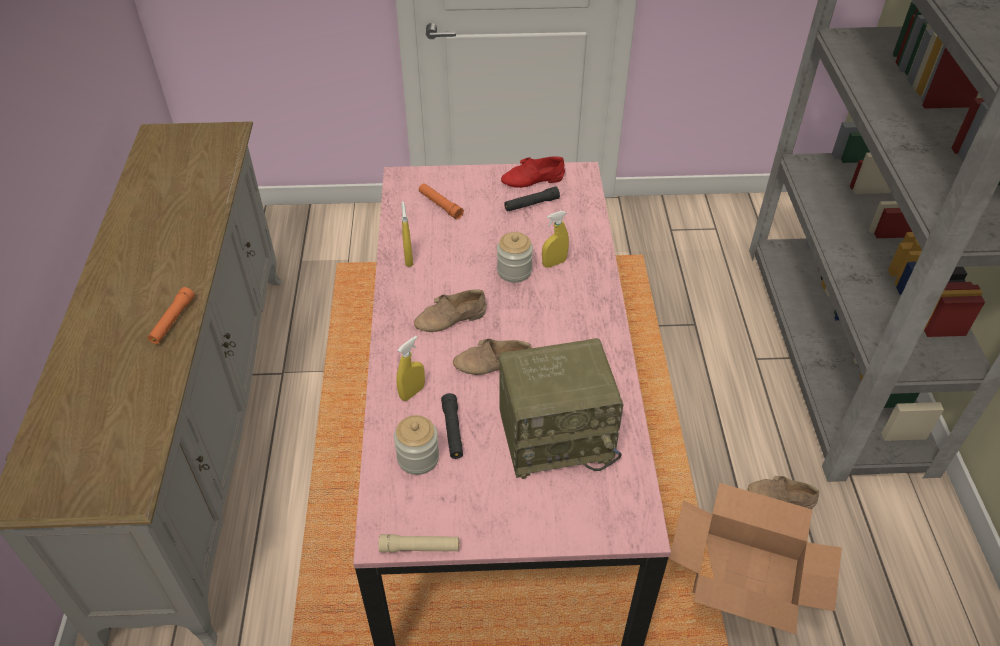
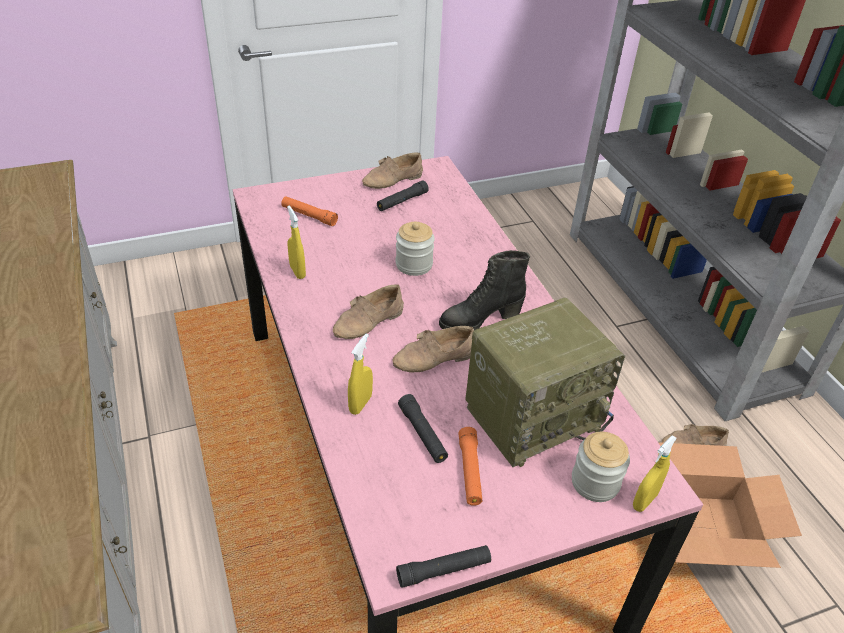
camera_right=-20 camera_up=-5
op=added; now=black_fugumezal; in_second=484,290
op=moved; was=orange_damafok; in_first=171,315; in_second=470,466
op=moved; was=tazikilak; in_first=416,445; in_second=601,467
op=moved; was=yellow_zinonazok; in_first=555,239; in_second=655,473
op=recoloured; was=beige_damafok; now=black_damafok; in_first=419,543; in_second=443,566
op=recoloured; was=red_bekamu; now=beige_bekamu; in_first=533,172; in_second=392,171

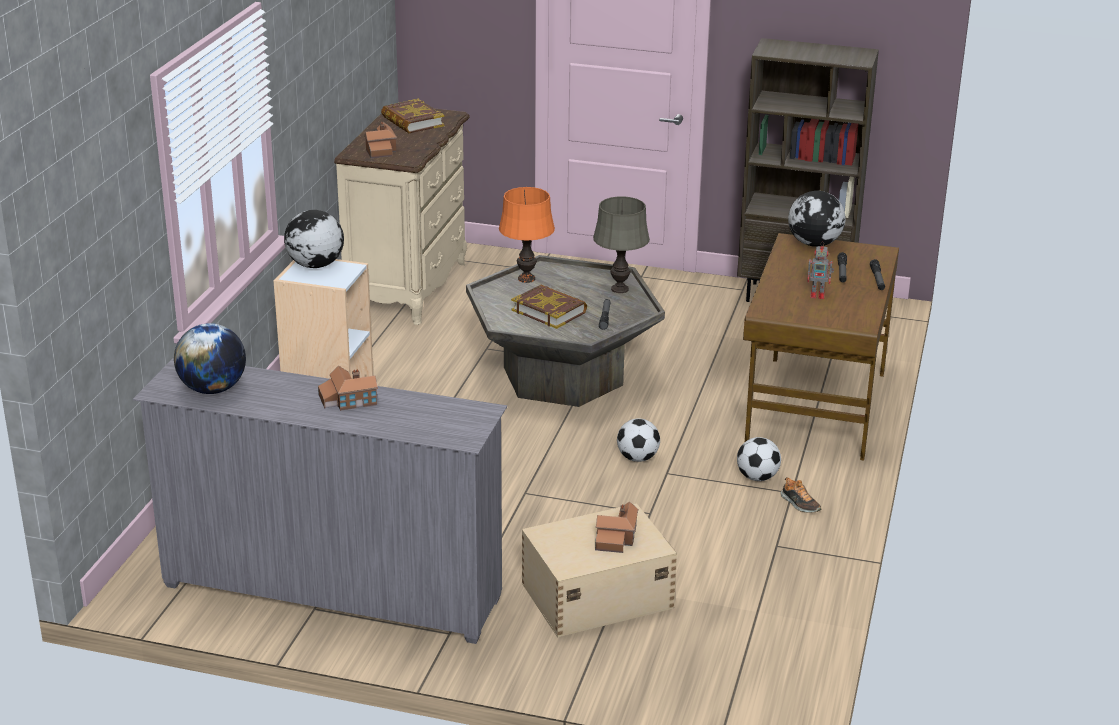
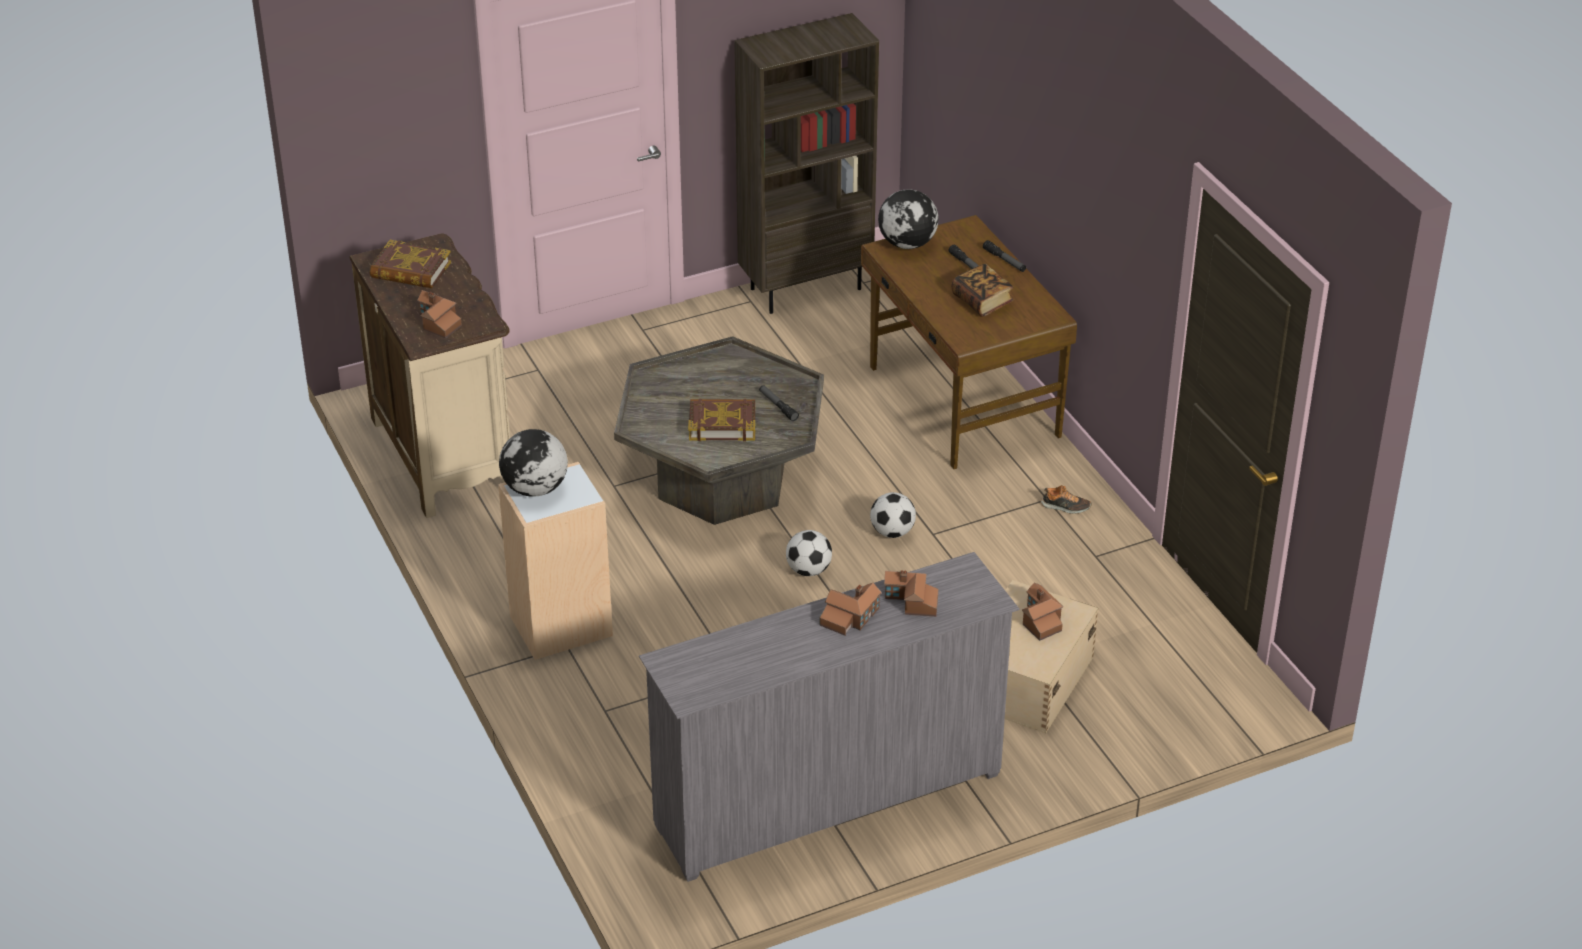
camera_right=-40 camera_up=10
op=removed; was=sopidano; in_first=210,358
op=removed; was=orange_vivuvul; in_first=527,235
op=removed; was=grey_vivuvul; in_first=621,245
op=added; now=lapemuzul; in_second=911,593
op=moved; was=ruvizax; in_first=759,459; in_second=809,553
op=replaced; was=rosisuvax; now=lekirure; in_first=820,270; in_second=982,290

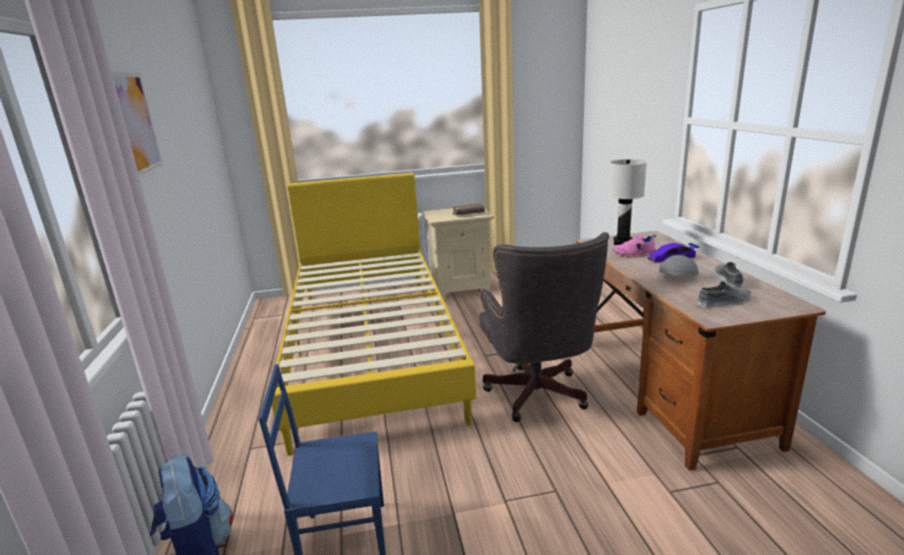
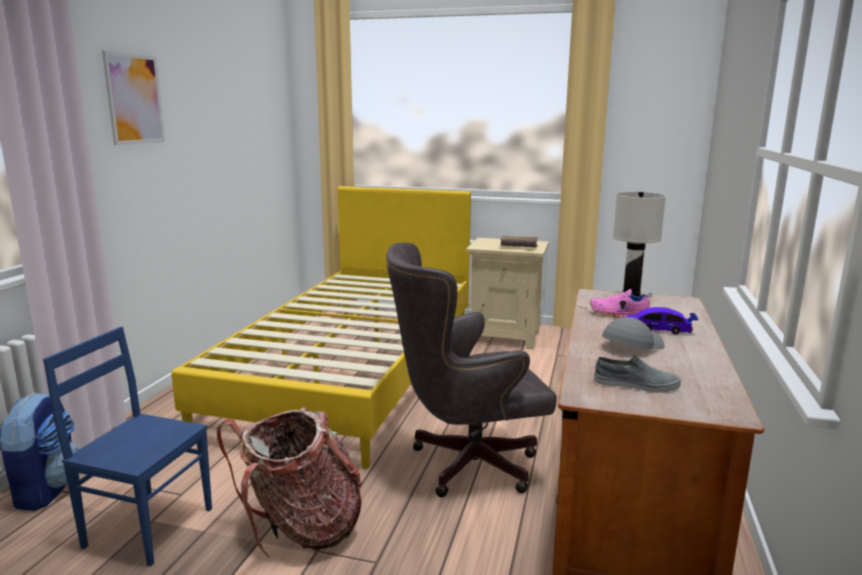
camera_right=25 camera_up=-5
op=removed; was=grey_bekamu; in_first=729,275
op=added; now=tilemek; in_second=289,483
op=turned; was=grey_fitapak; in_first=544,327; in_second=471,370; clockwise=60

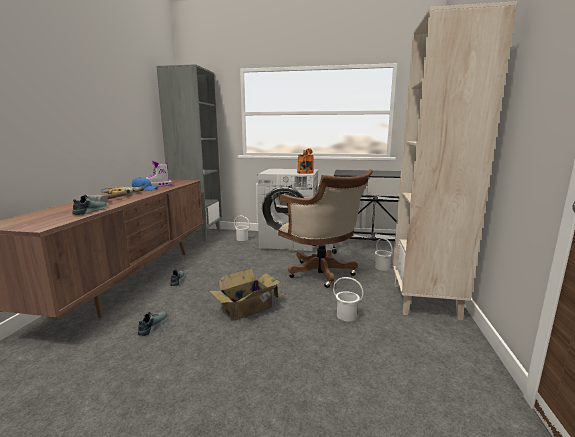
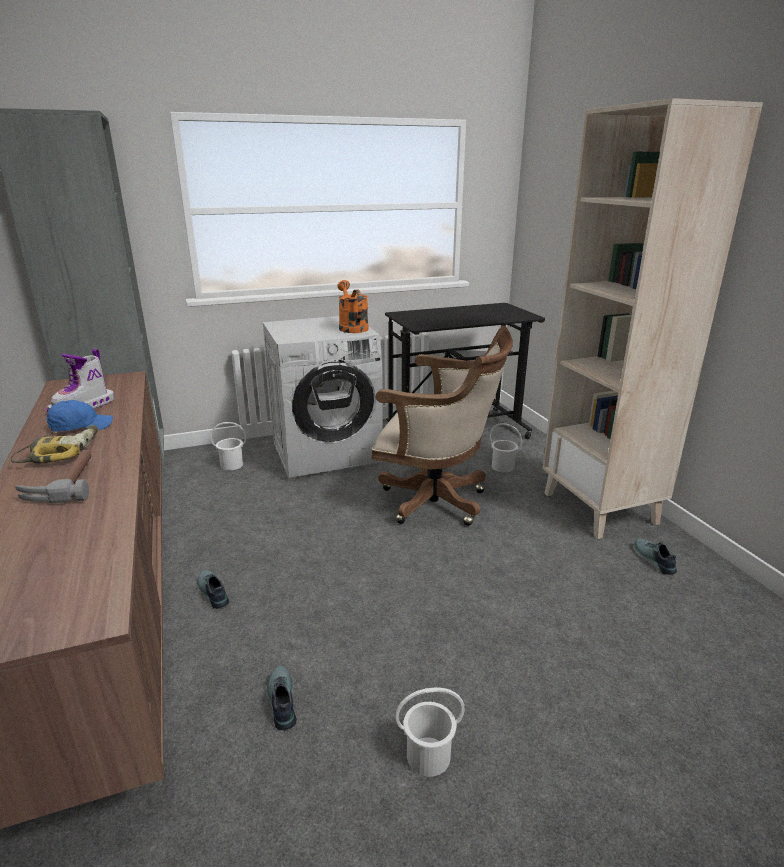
camera_right=-30 camera_up=10
op=removed; was=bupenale; in_first=248,294
op=moved; was=bekamu; in_first=89,205; in_second=655,556
op=moved; was=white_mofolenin; in_first=348,299; in_second=430,732

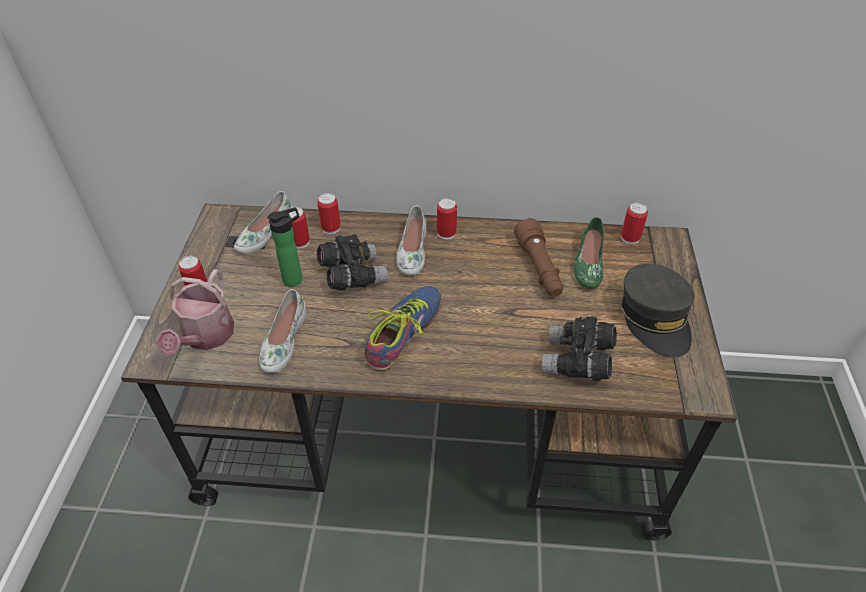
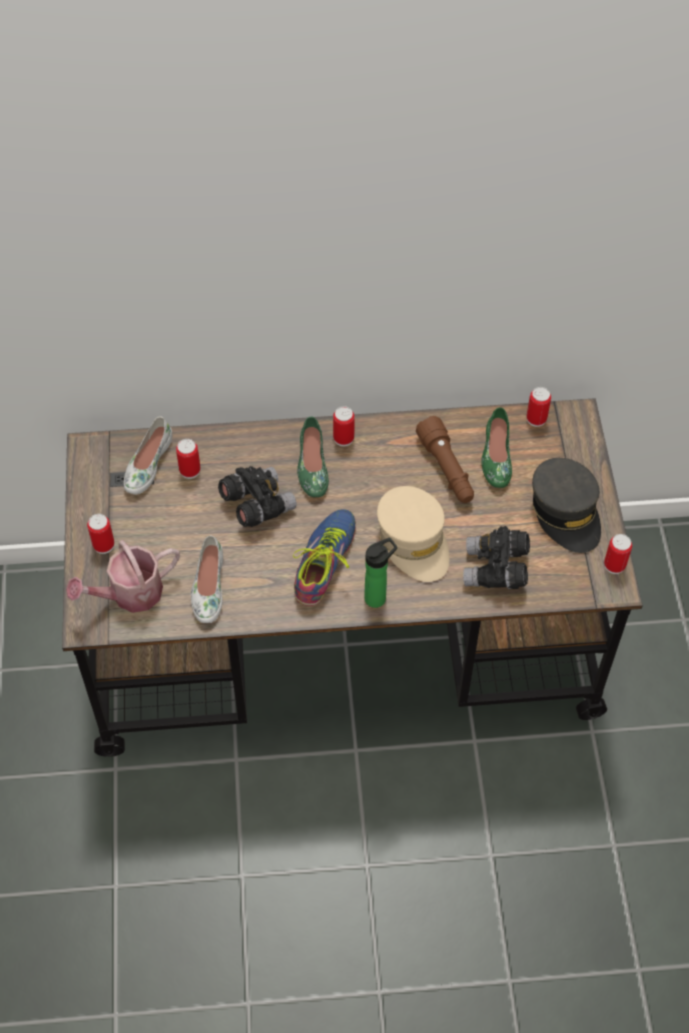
camera_right=-10 camera_up=10
op=added; now=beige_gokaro; in_second=413,534
op=moved; was=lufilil; in_first=285,247; in_second=380,572
op=moved; was=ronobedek; in_first=329,213; in_second=618,554
op=recoloured; was=white_bekamu; now=green_bekamu; in_first=411,240; in_second=313,457
op=turned; was=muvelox; in_first=195,312; in_second=123,576; clockwise=60

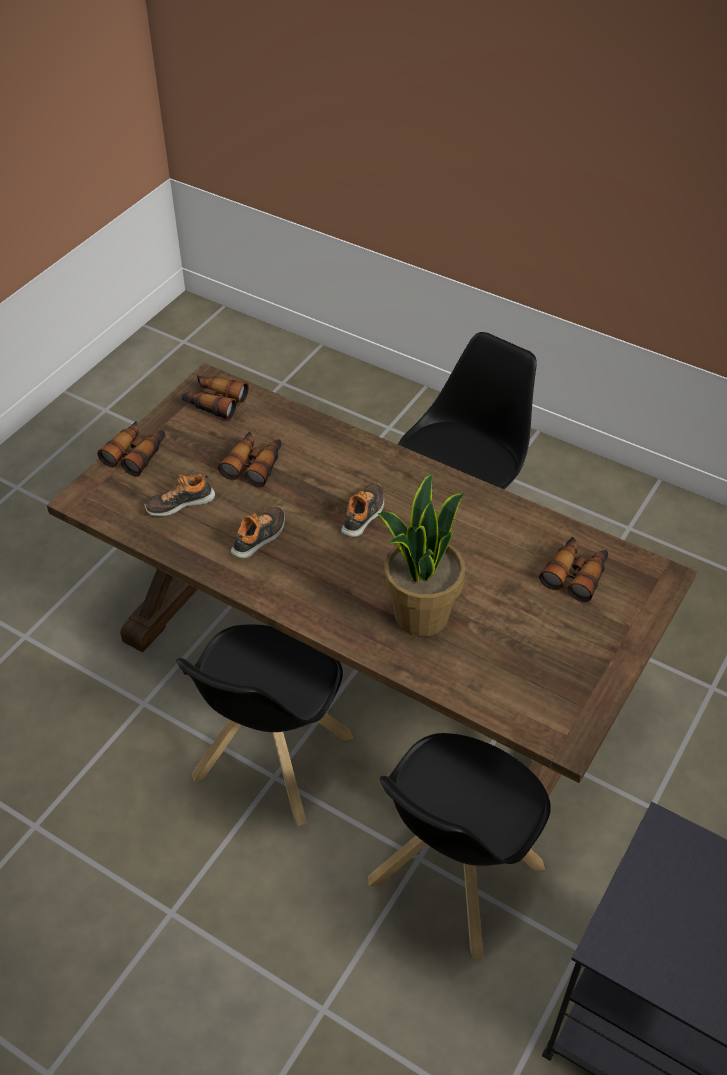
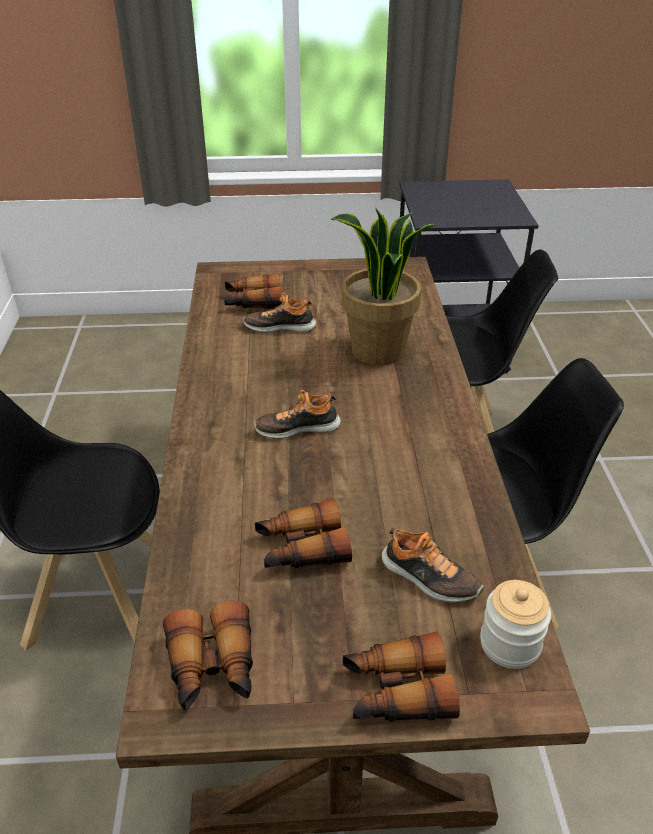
camera_right=-125 camera_up=-10
op=added; now=tazikilak; in_second=515,624
op=moved; was=bekamu; in_first=258,532; in_second=279,312

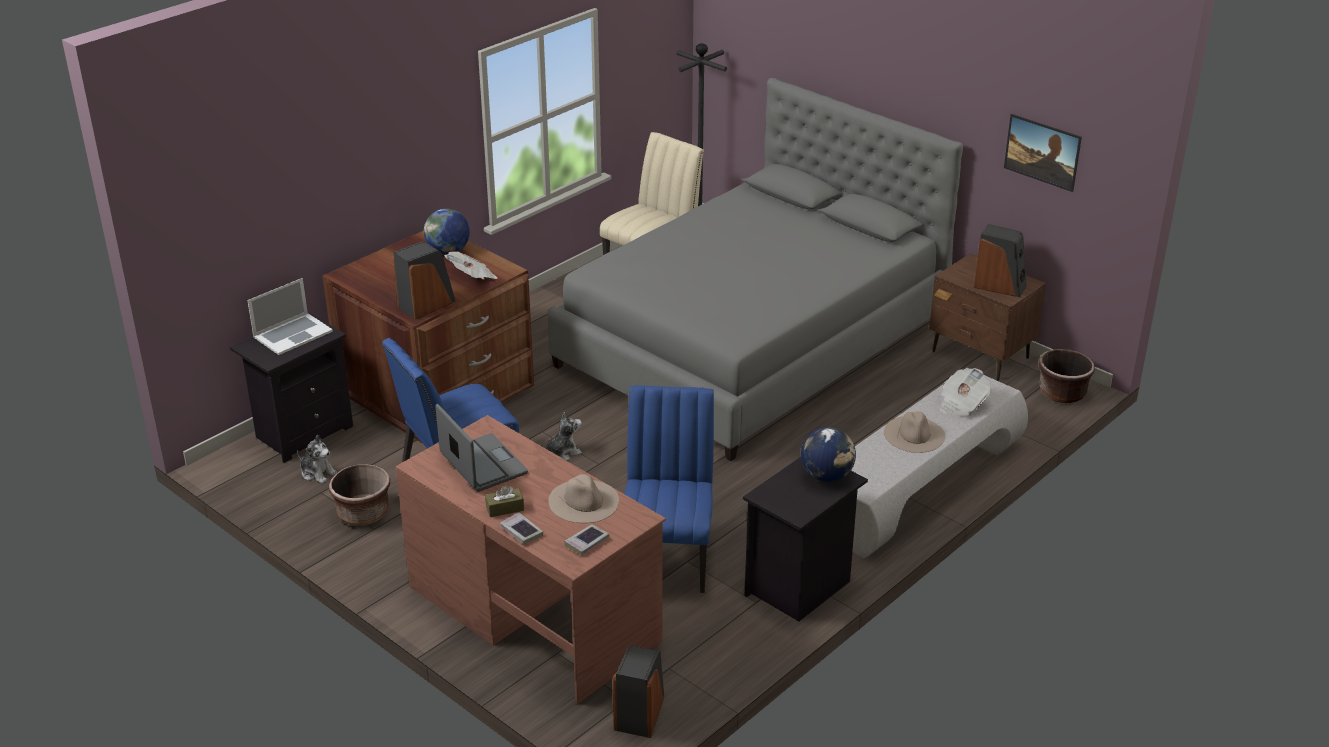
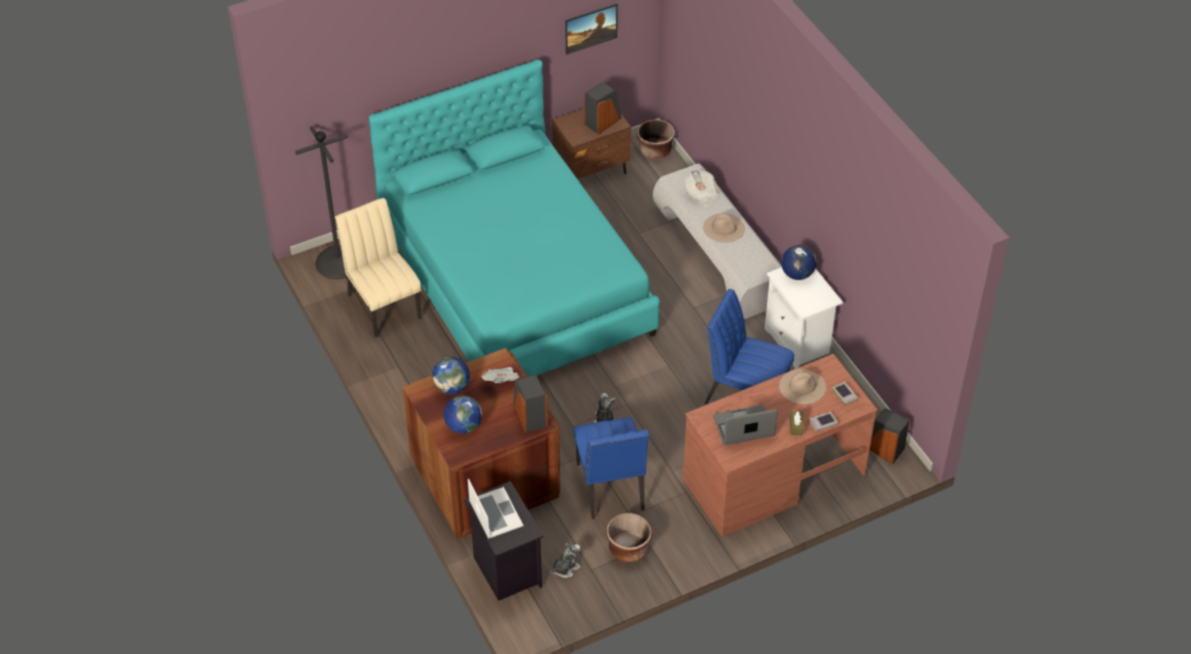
camera_right=-70 camera_up=15
op=added; now=sopidano; in_second=463,414
op=recoloured; was=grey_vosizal; now=turquoise_vosizal; in_first=755,269; in_second=514,217
op=recoloured; was=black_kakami; now=white_kakami; in_first=805,539; in_second=804,318

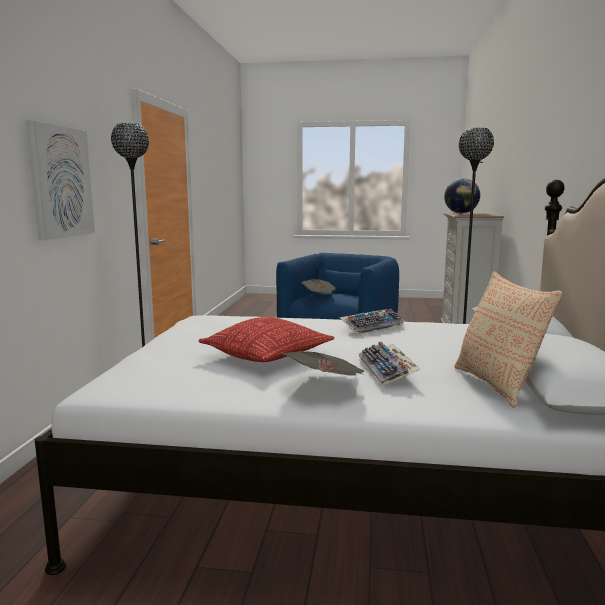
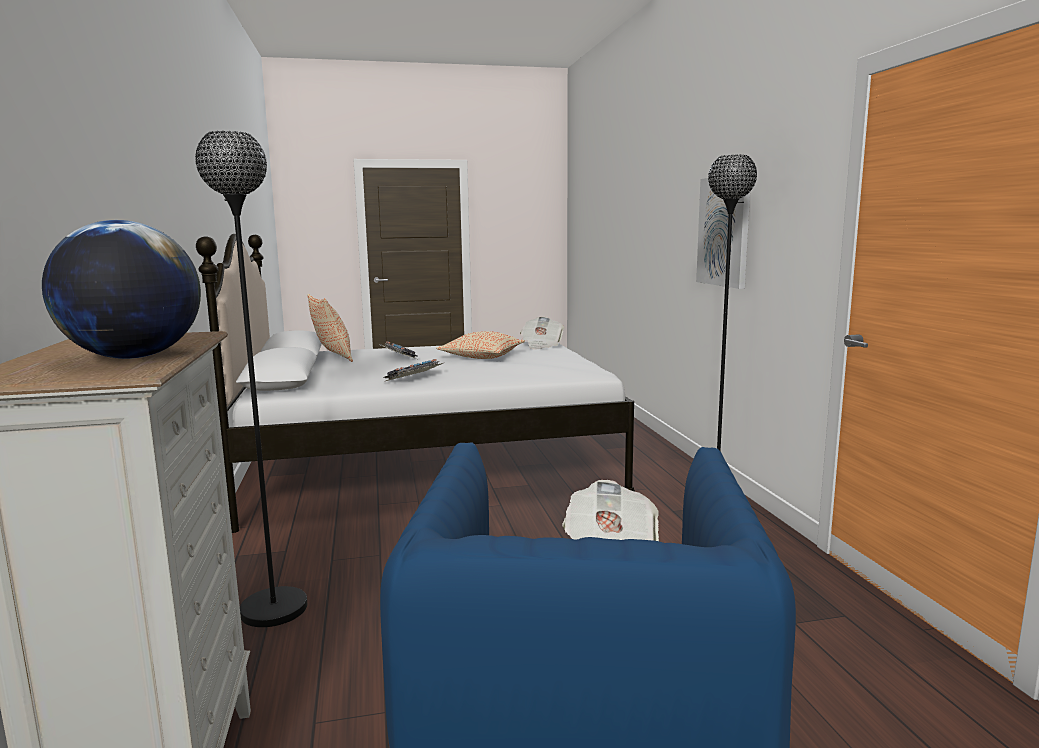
camera_right=160 camera_up=0
op=moved; was=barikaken; in_first=323,363; in_second=542,332
op=recoloured; was=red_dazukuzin; now=beige_dazukuzin; in_first=266,339; in_second=481,345

